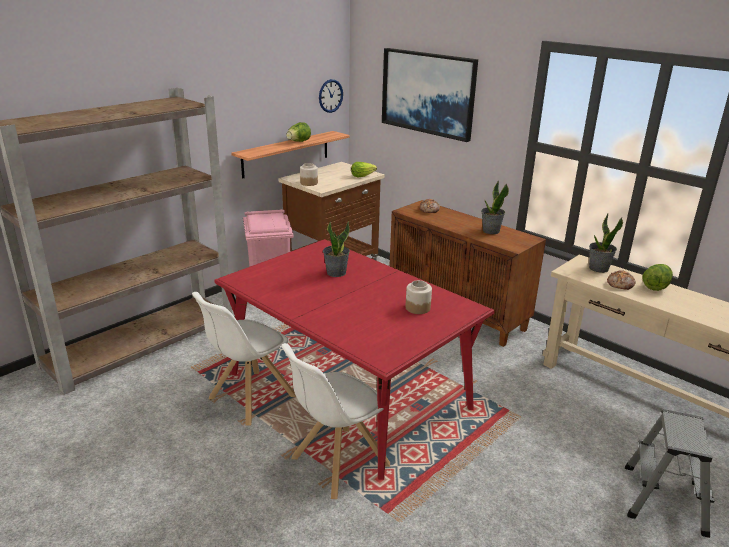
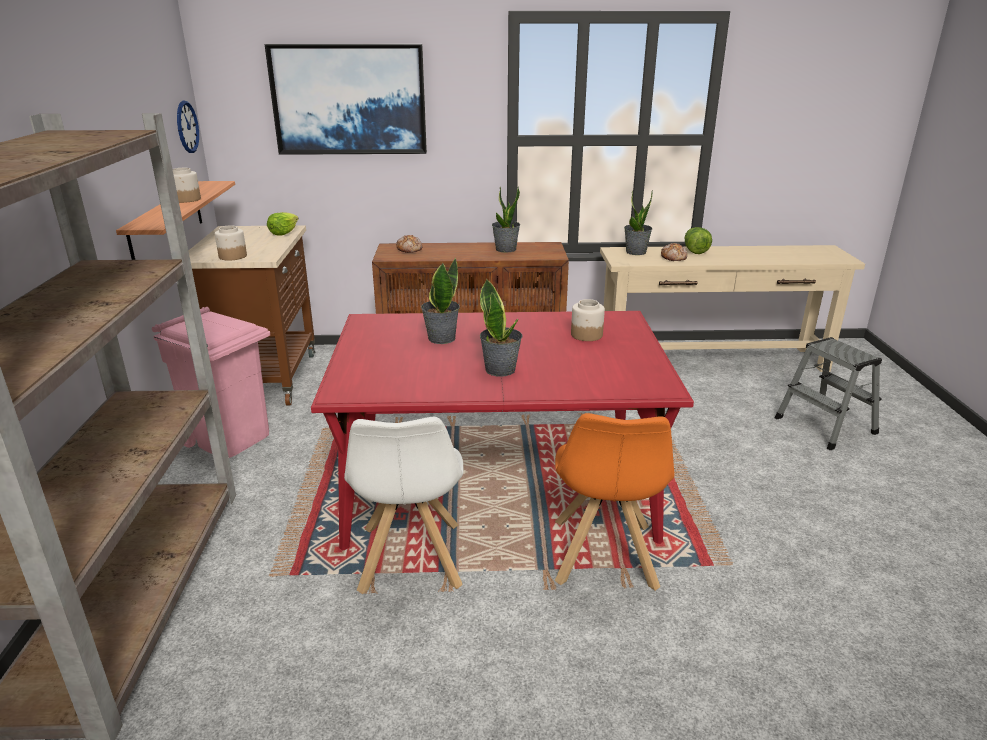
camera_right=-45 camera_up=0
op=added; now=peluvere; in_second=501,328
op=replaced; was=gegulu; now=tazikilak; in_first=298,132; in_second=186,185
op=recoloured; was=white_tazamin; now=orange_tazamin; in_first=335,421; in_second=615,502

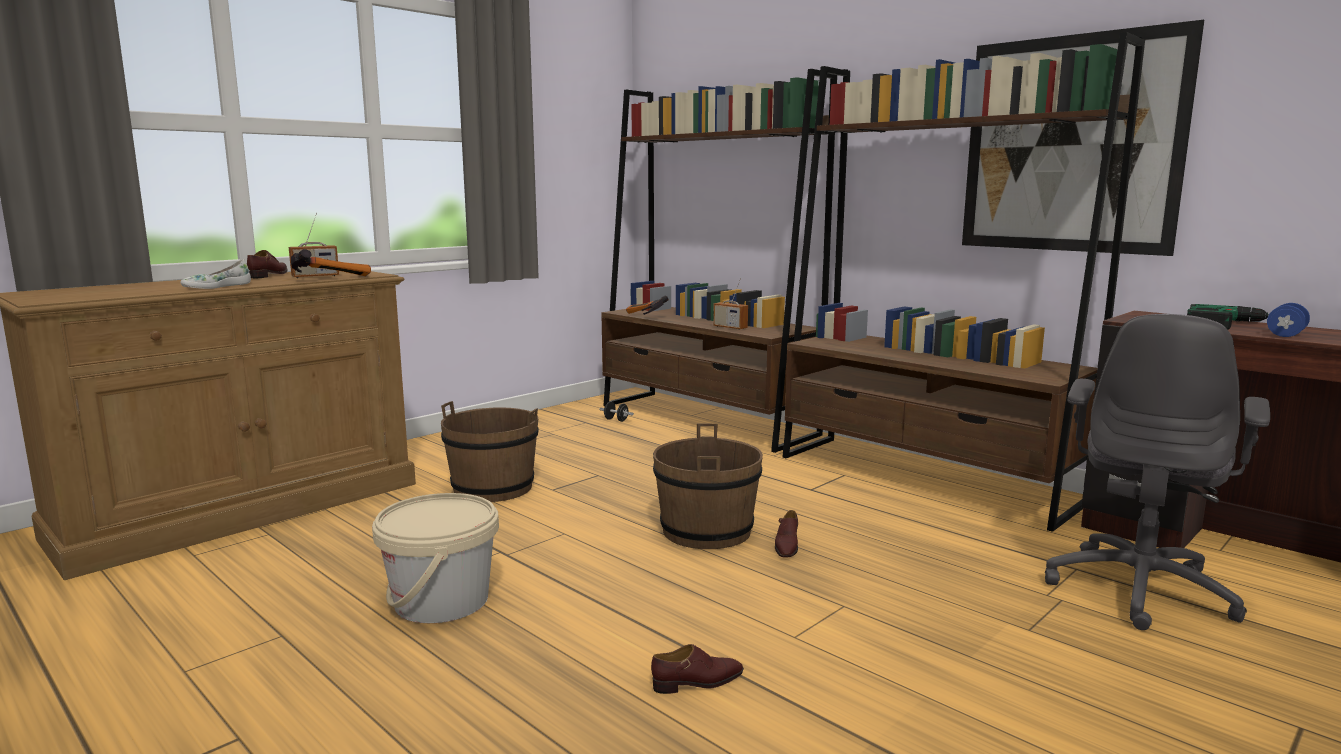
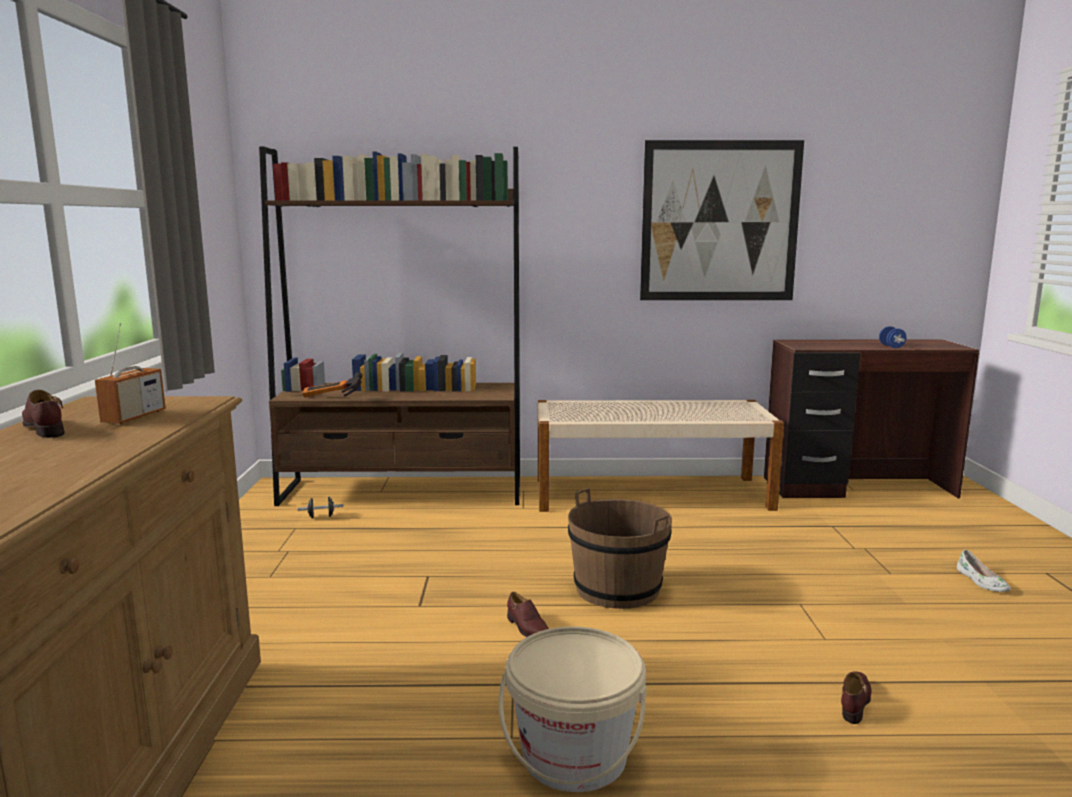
camera_right=-45 camera_up=0
op=removed; was=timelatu; in_first=331,262
op=removed; was=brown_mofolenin; in_first=490,451
op=removed; was=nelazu; in_first=730,304
op=removed; was=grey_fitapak; in_first=1157,472
op=removed; was=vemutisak; in_first=1228,317
op=moved; was=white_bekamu; in_first=215,274; in_second=984,571
op=moved; was=brown_bekamu; in_first=786,534; in_second=528,614
op=replaced; was=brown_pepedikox; now=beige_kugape; in_first=964,282; in_second=661,456

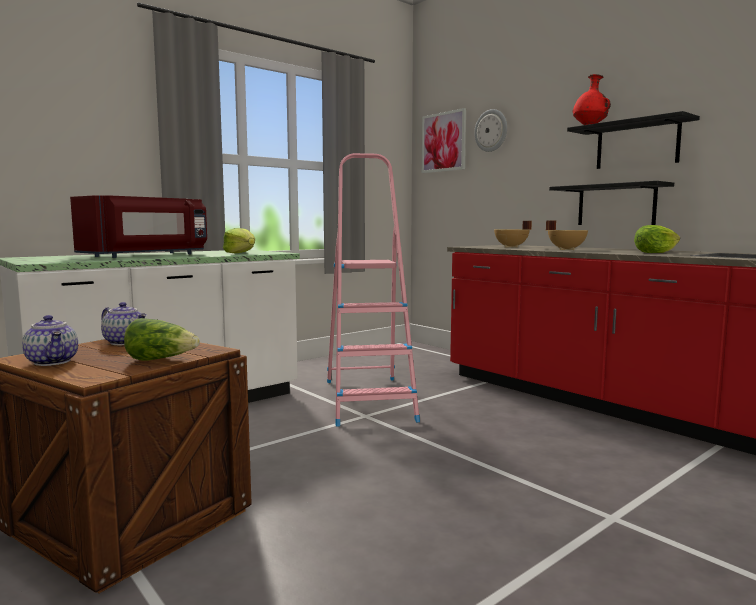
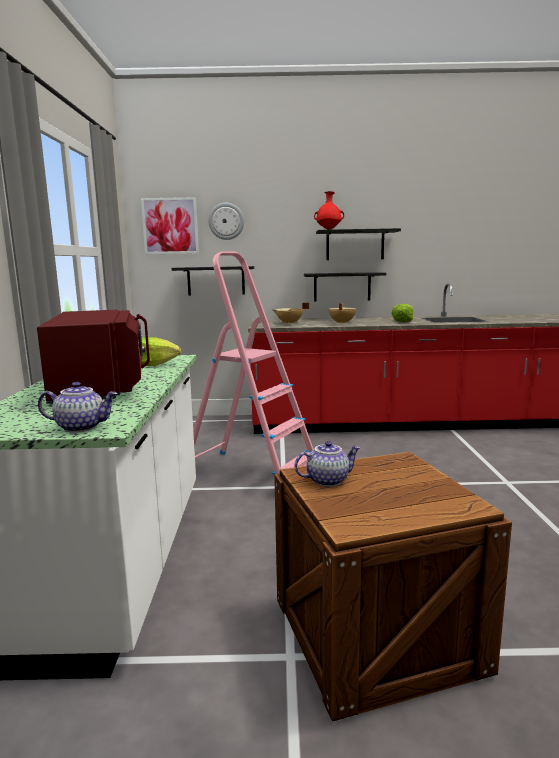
camera_right=-50 camera_up=5
op=removed; was=gegulu; in_first=162,339
op=added; now=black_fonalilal; in_second=213,281
op=moved; was=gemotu; in_first=50,340; in_second=78,407

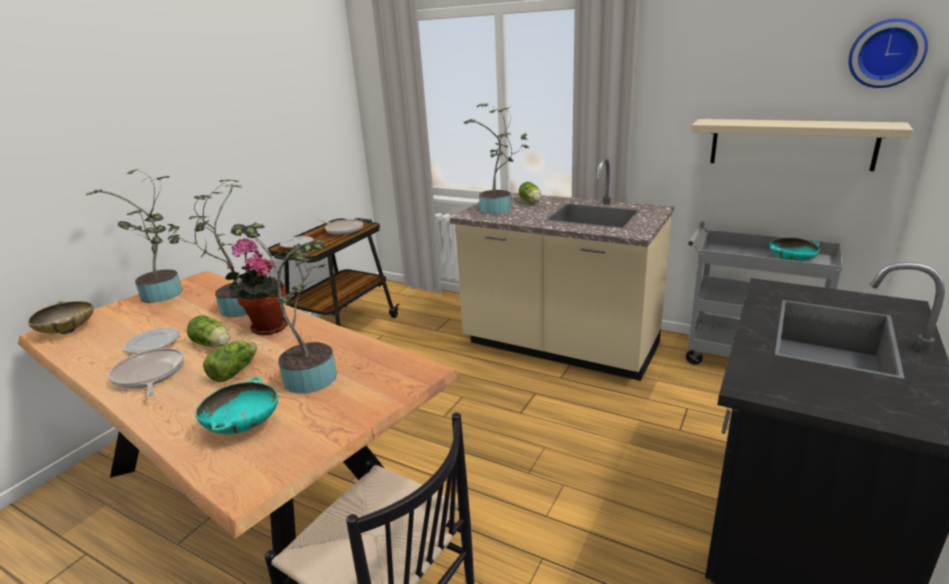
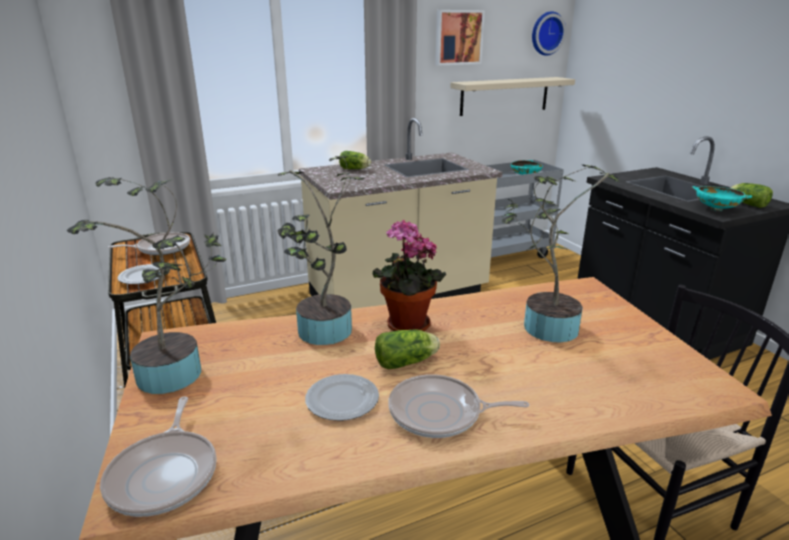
camera_right=-55 camera_up=0
op=removed; was=peluvere; in_first=496,158
op=added; now=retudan; in_second=460,38
op=moved; was=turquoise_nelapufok; in_first=236,405; in_second=722,198
op=moved; was=gegulu; in_first=230,361; in_second=751,195
op=replaced; was=beige_nelapufok; now=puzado; in_first=61,317; in_second=158,456

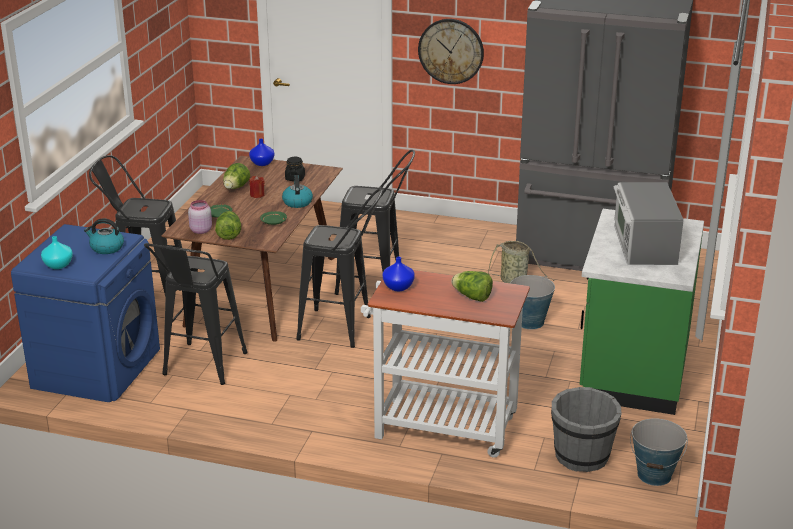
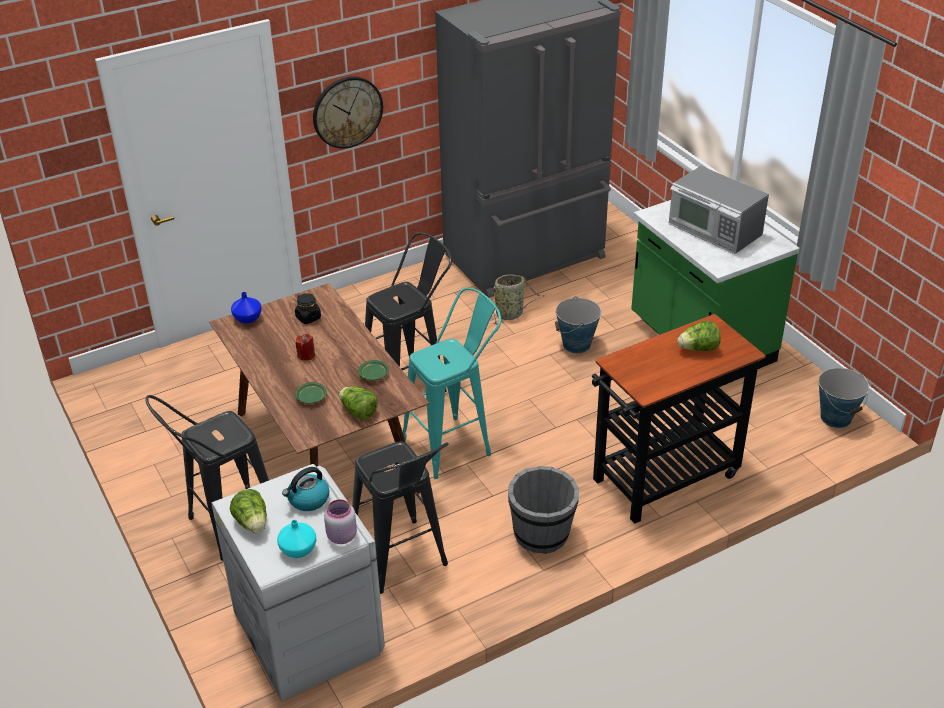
camera_right=-45 camera_up=10
op=removed; was=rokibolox; in_first=297,191
op=removed; was=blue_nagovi; in_first=399,274
op=moved; was=pink_tazikilak; in_first=200,217; in_second=340,521
op=moved; was=gegulu; in_first=236,176; in_second=248,511
op=moved; was=grey_mofolenin; in_first=586,429; in_second=543,510
op=recoloured; was=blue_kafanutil; now=white_kafanutil; in_first=85,313; in_second=298,582
op=recoloured; was=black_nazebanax; now=turquoise_nazebanax; in_first=339,268; in_second=452,383
op=recoloured; was=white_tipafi; now=black_tipafi; in_first=445,364; in_second=678,419

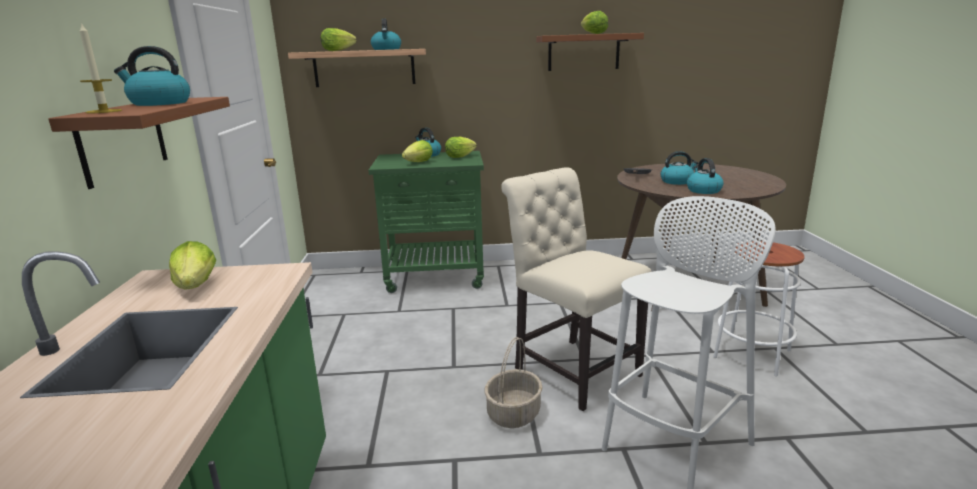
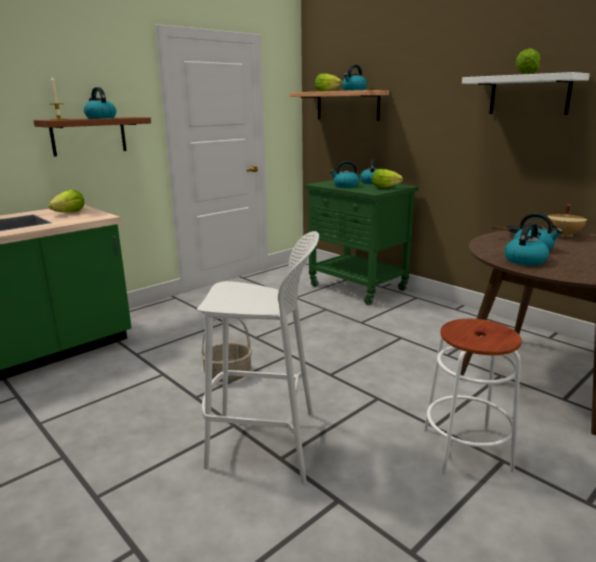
camera_right=50 camera_up=0
op=removed; was=beige_tazamin; in_first=576,289
op=added; now=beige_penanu; in_second=566,221
op=replaced; was=gegulu; now=rokibolox; in_first=417,151; in_second=344,174
op=recoloured; was=brown_fonalilal; now=white_fonalilal; in_first=590,52; in_second=526,93

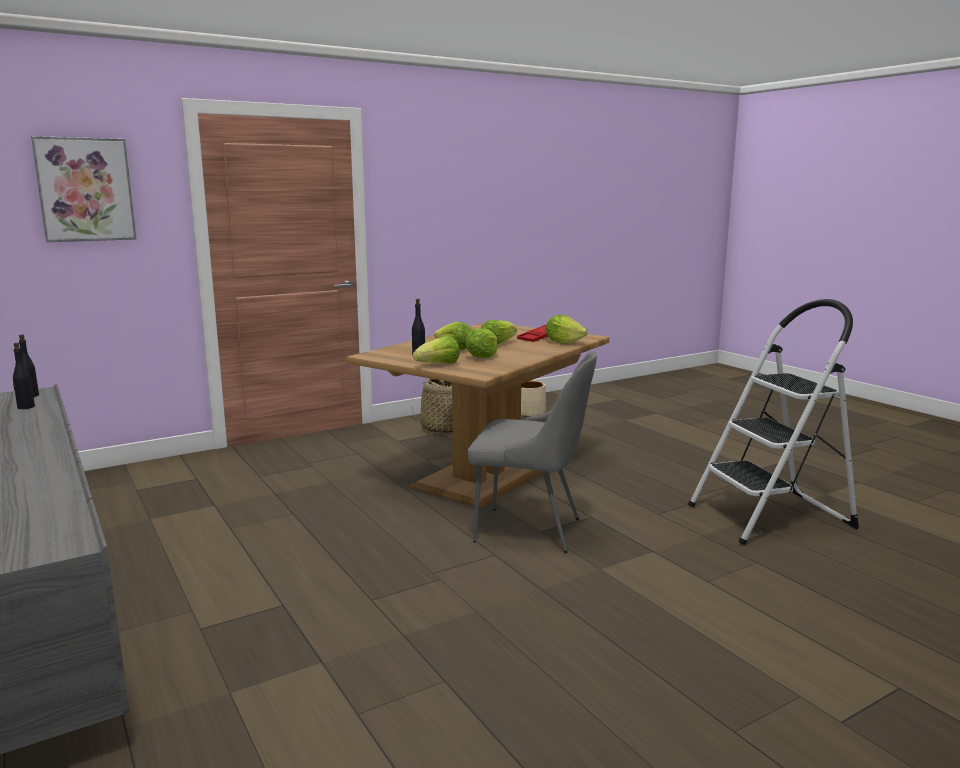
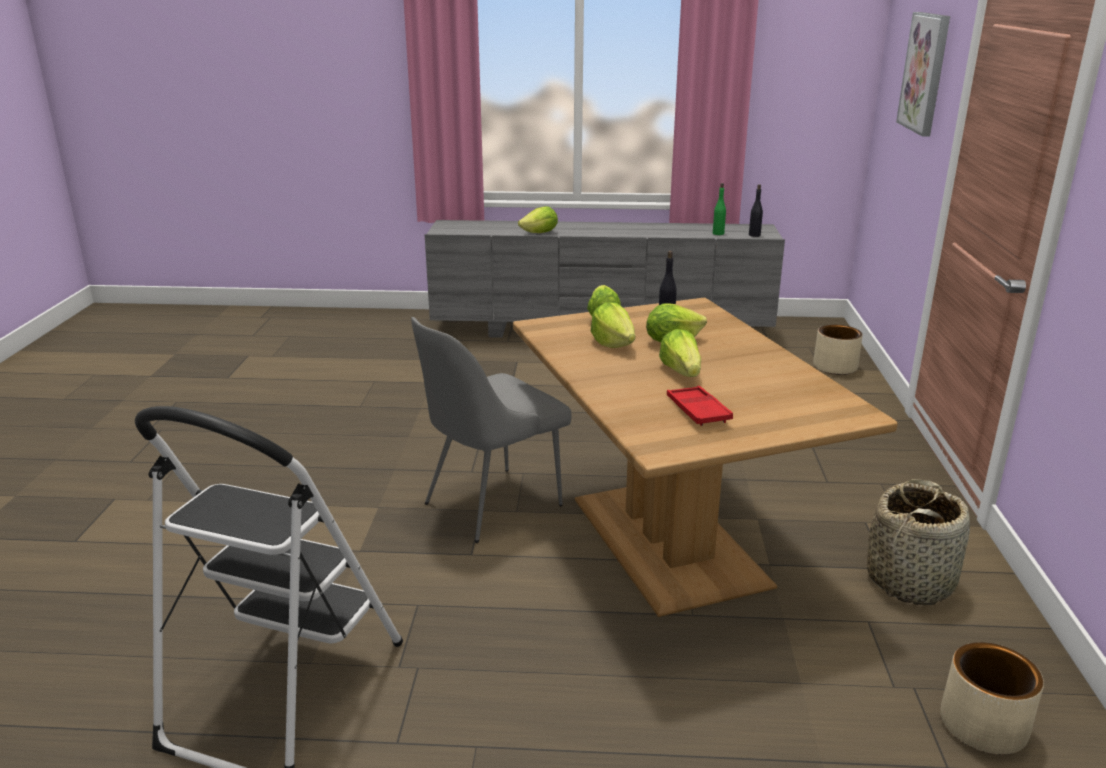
camera_right=125 camera_up=10
op=added; now=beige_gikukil; in_second=838,349
op=moved; was=gegulu; in_first=567,329; in_second=538,219
op=recoloured; was=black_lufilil; now=green_lufilil; in_first=24,376; in_second=719,209

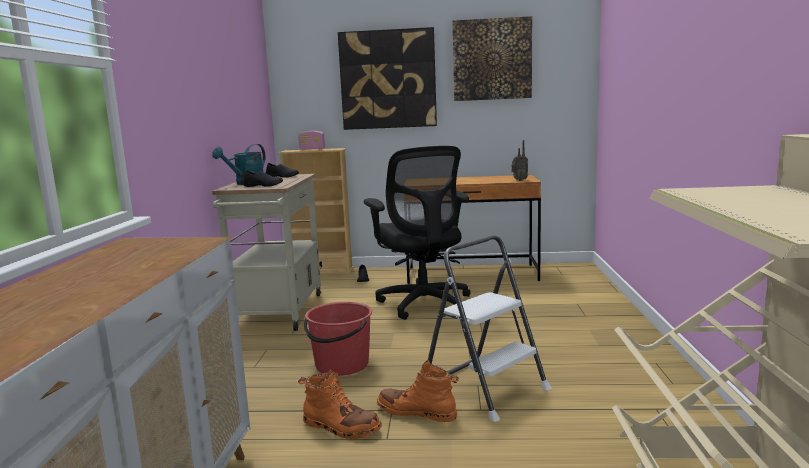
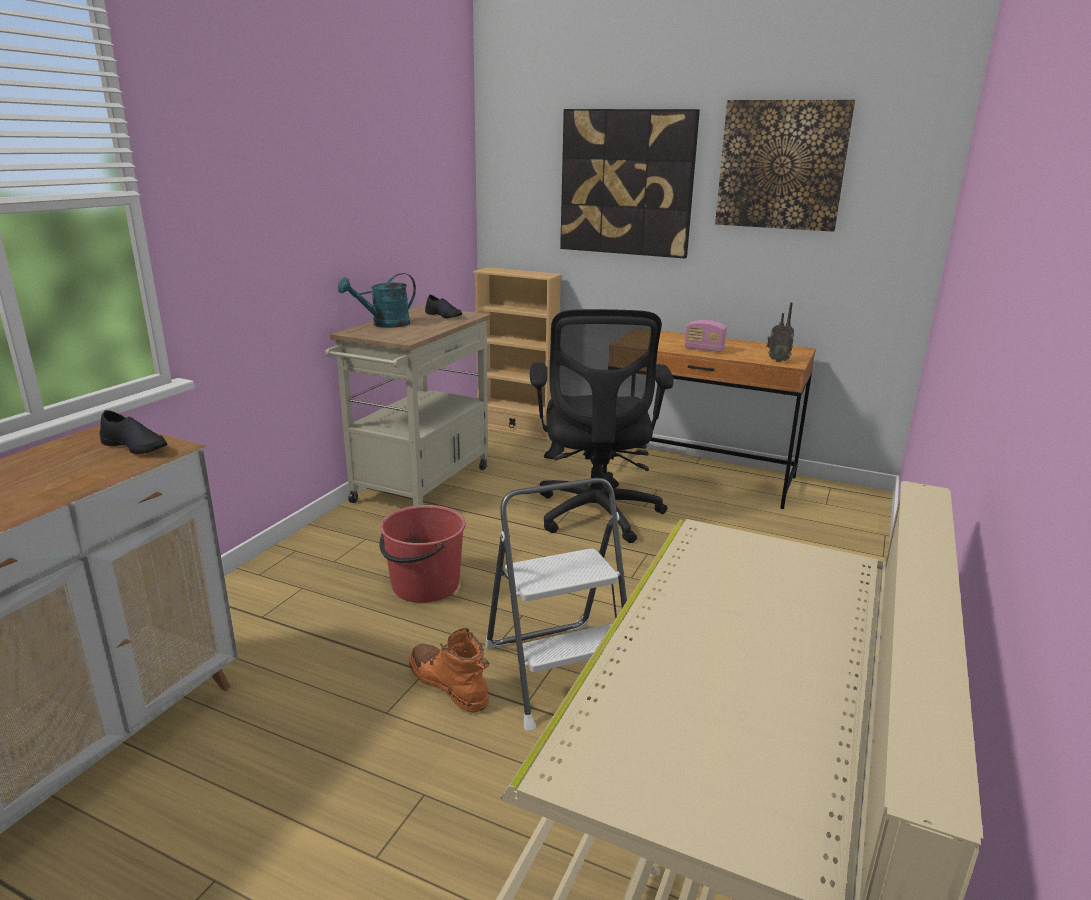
camera_right=20 camera_up=10
op=removed; was=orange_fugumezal; in_first=340,404
op=moved; was=black_bekamu; in_first=263,178; in_second=134,432
op=moved; was=nelazu; in_first=311,140; in_second=706,336

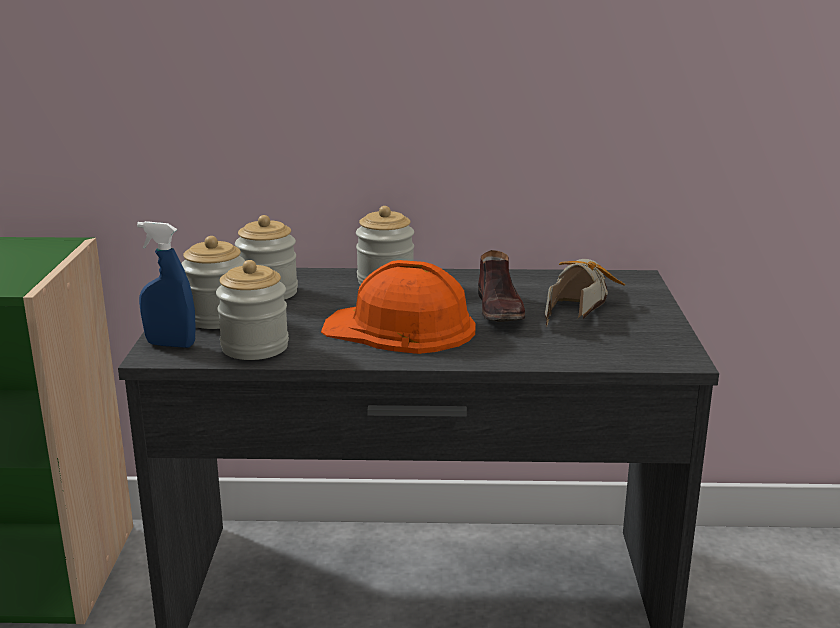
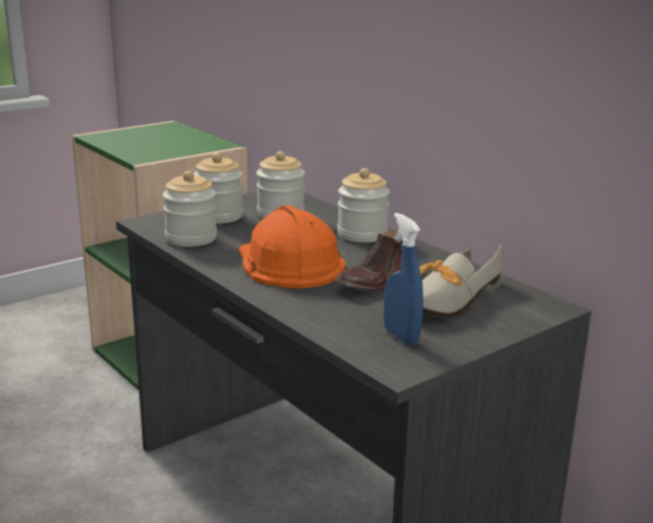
camera_right=50 camera_up=0
op=moved; was=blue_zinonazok; in_first=166,284; in_second=403,279
op=turned; was=bekamu; in_first=585,293; in_second=460,280; clockwise=150

